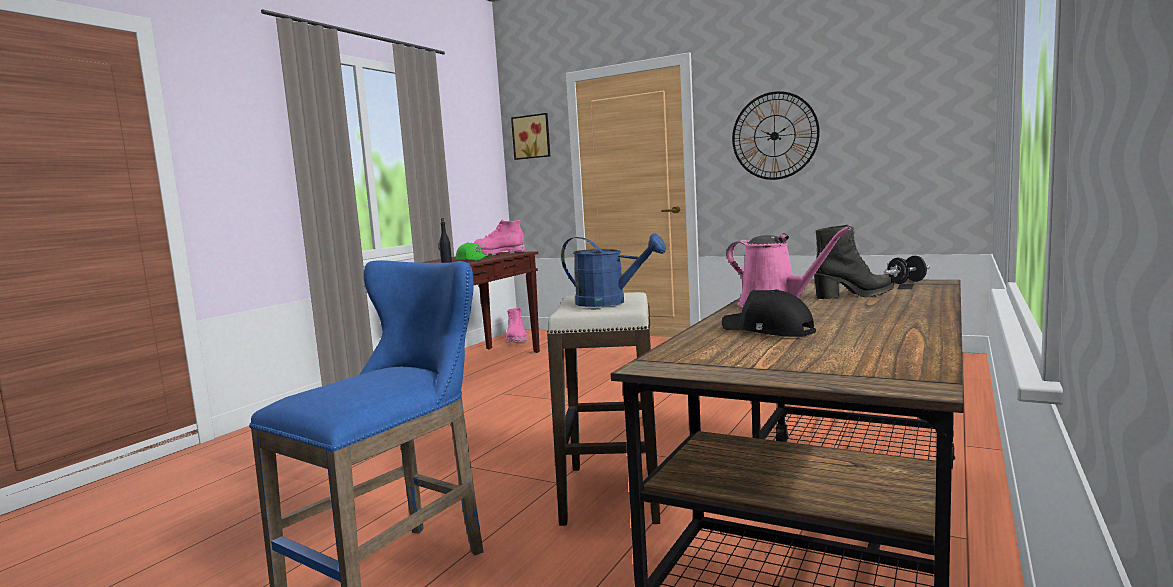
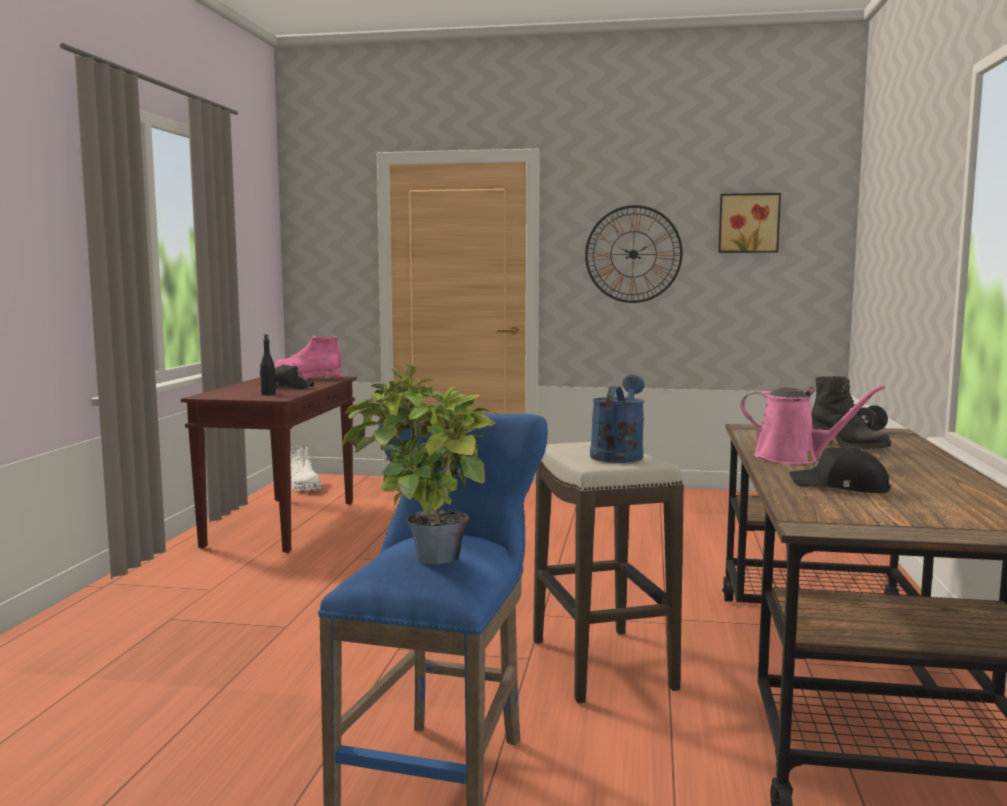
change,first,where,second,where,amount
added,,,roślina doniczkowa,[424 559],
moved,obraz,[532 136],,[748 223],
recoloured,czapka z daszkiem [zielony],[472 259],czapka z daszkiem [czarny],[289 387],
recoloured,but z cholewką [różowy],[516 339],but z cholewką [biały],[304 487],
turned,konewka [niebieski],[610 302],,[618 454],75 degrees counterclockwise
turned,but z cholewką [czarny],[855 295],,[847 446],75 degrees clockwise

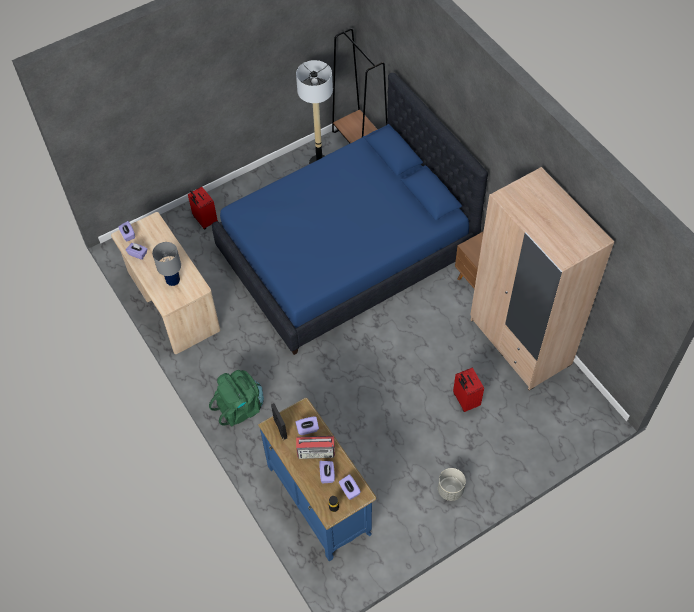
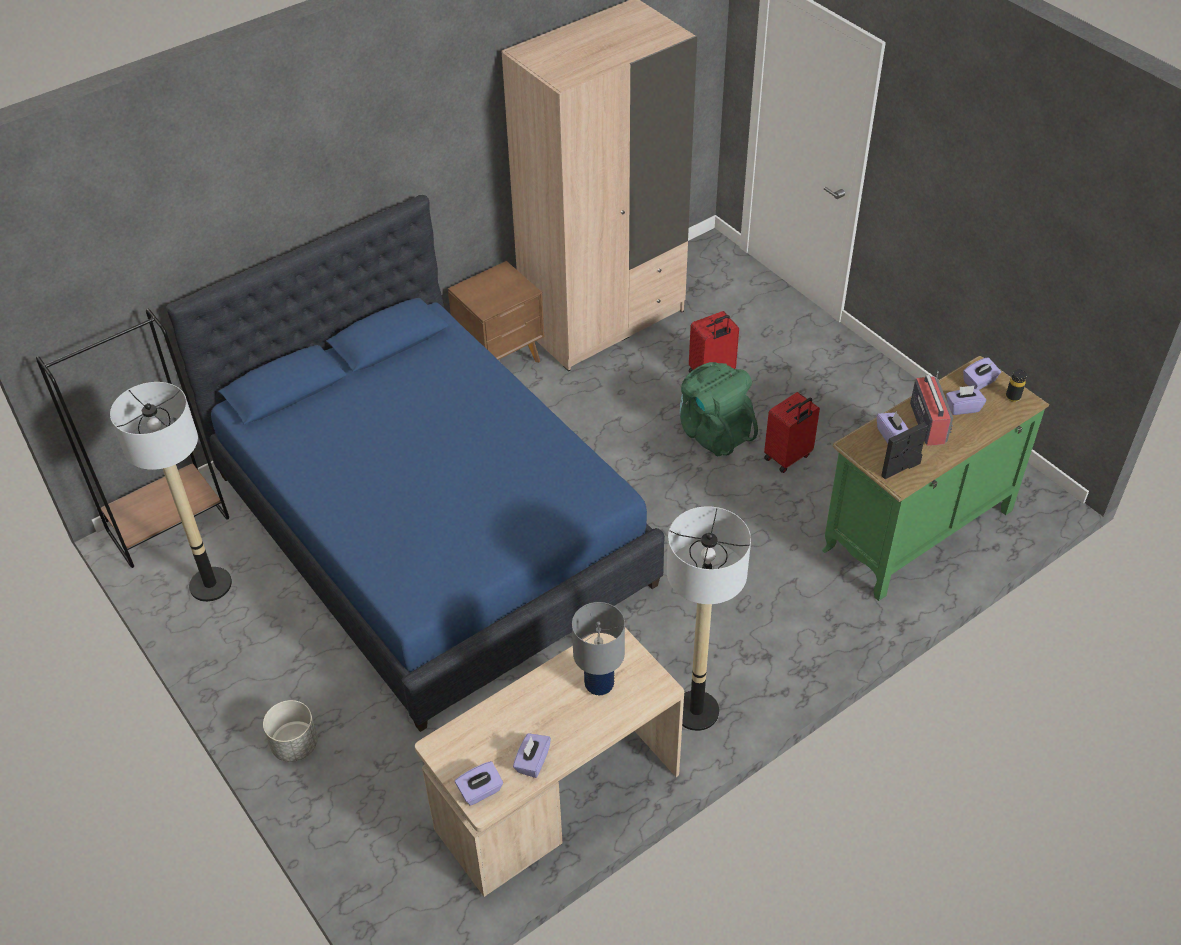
change,first,where,second,where,amount
added,,,lampa stojąca,[696 711],
moved,walizka [czerwony],[204 220],,[788 457],
moved,plecak [zielony],[240 407],,[713 432],
moved,donica [szary],[450 490],,[294 744],
recoloured,komoda [niebieski],[320 499],komoda [zielony],[916 528],

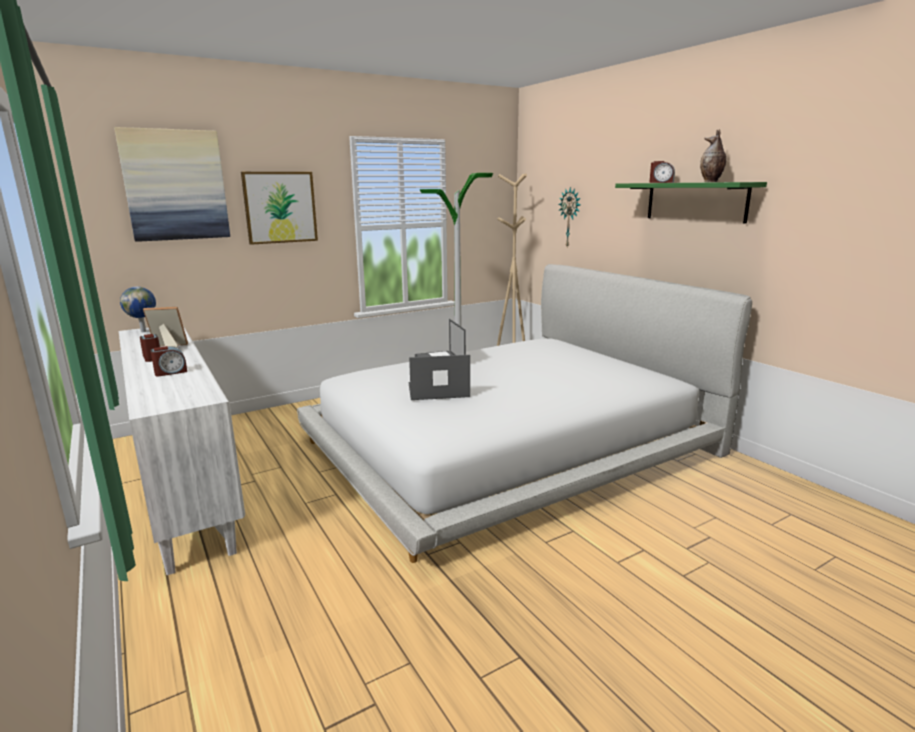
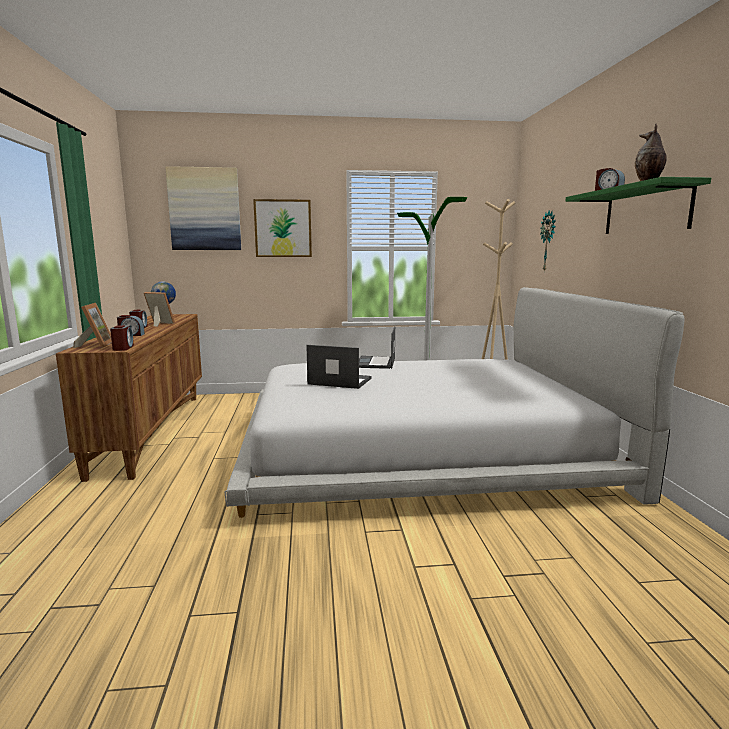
change,first,where,second,where,amount
added,,,ramka na zdjęcie,[96 345],
added,,,budzik,[123 348],
recoloured,komoda [biały],[185 486],komoda [brązowy],[153 431],

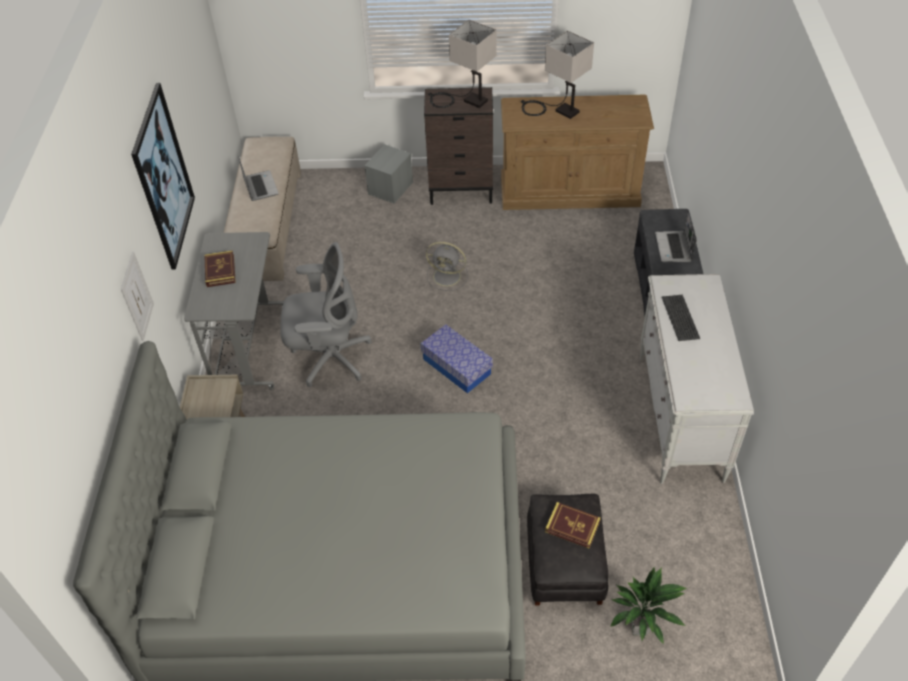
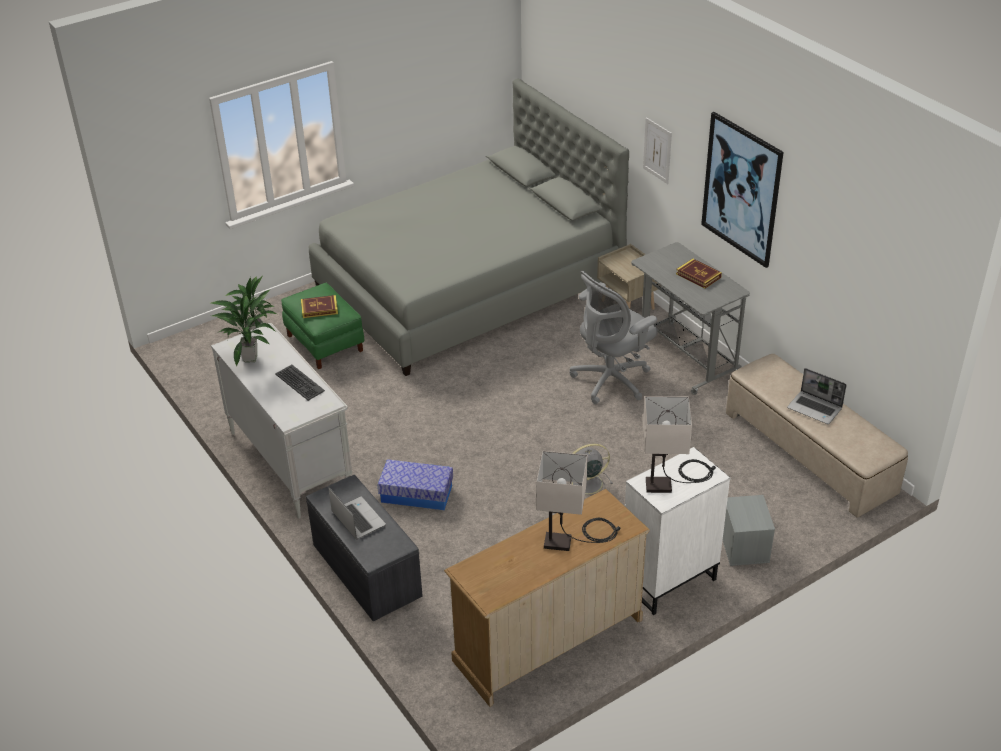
change,first,where,second,where,amount
added,,,roślina doniczkowa,[249 358],
moved,pojemnik do przechowywania,[457 366],,[416 494],
recoloured,komoda [brązowy],[461 190],komoda [biały],[667 581],
recoloured,pufa [czarny],[564 564],pufa [zielony],[325 343],

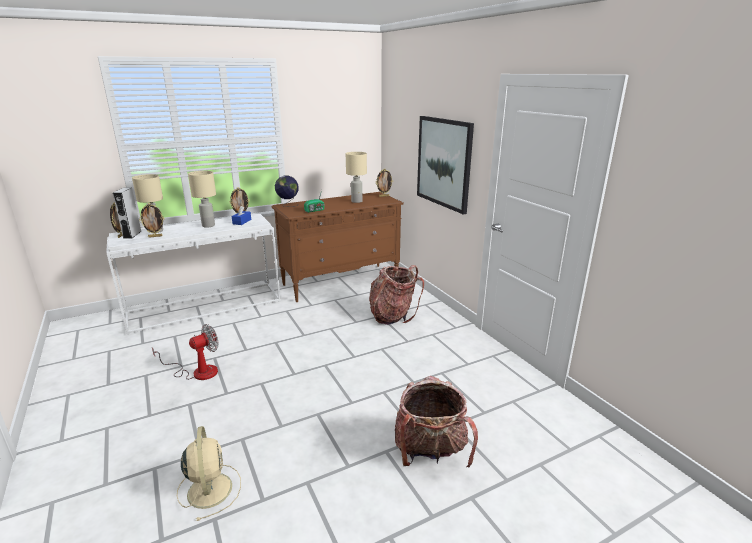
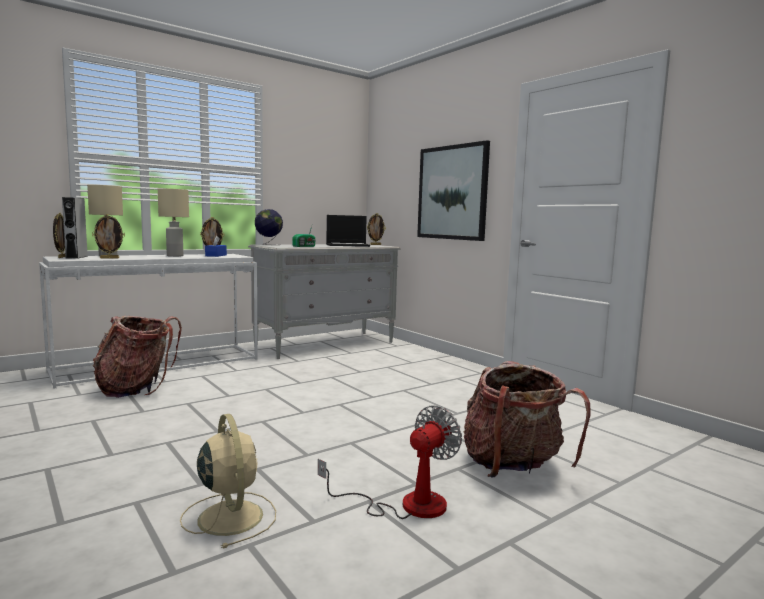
change,first,where,second,where,amount
moved,wentylator,[197 372],,[406 505],
moved,plecak,[392 315],,[136 388],
replaced,lampa stołowa [beżowy],[357 201],laptop,[348 245],
recoloured,komoda [brązowy],[342 282],komoda [biały],[327 345],

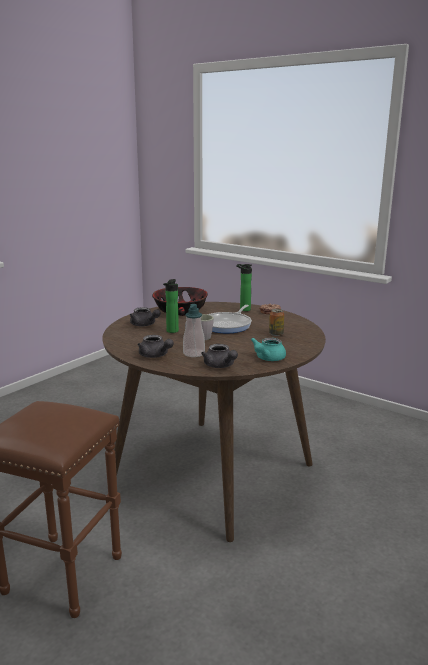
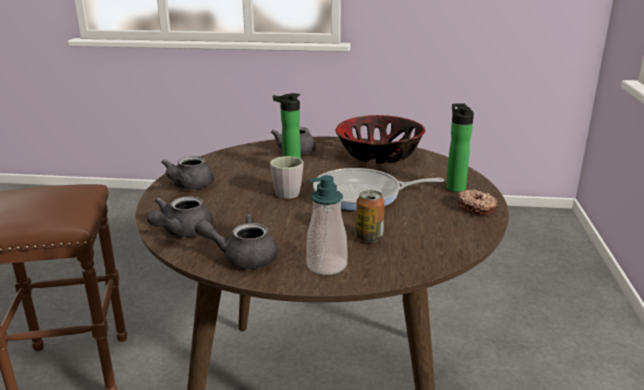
change,first,where,second,where,amount
moved,dozownik mydła,[194 353],,[326 265],
recoloured,imbryk [turkusowy],[267 359],imbryk [szary],[242 258],

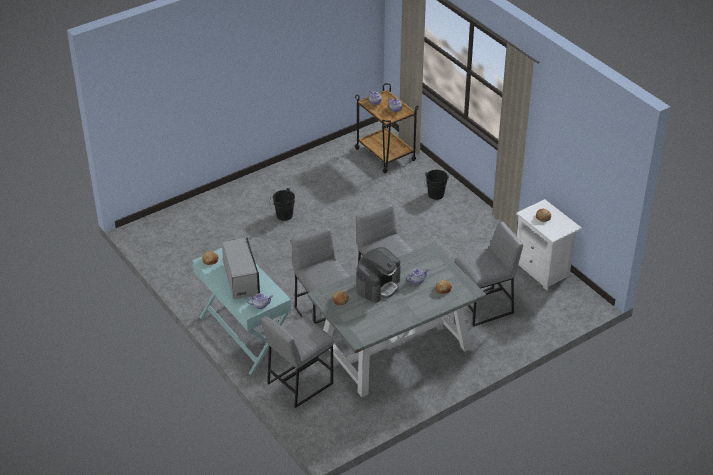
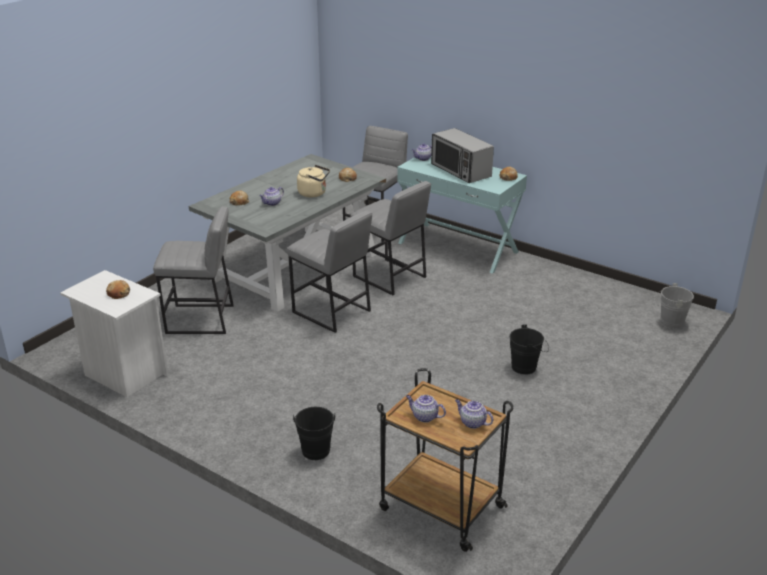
change,first,where,second,where,amount
added,,,wiadro [szary],[669 322],
replaced,ekspres do kawy,[378 286],czajnik [beżowy],[314 193],
turned,krzesło [szary],[484 306],,[201 319],135 degrees counterclockwise

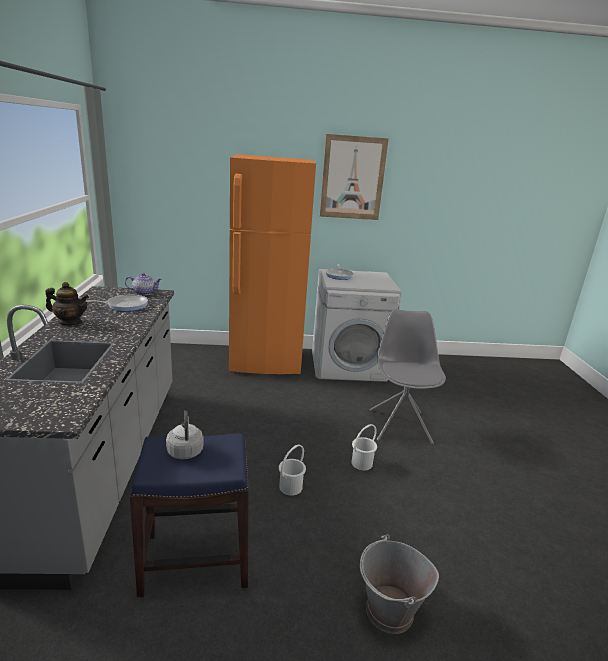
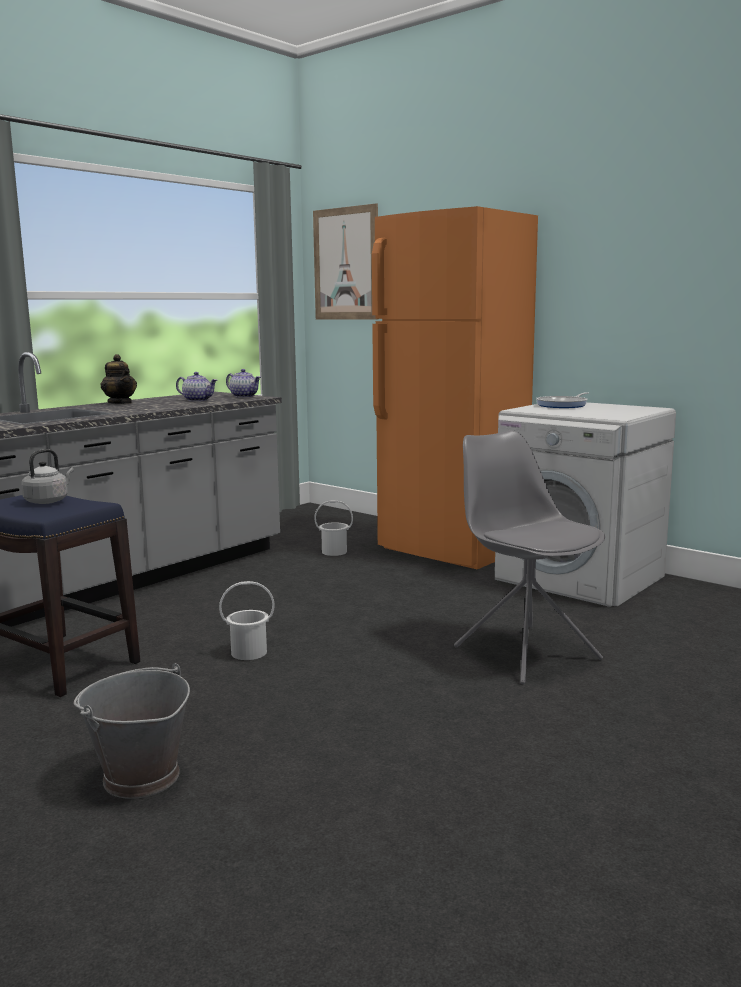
change,first,where,second,where,amount
moved,obraz,[352 178],,[346 264],
moved,wiadro [biały],[361 463],,[334 552],
replaced,patelnia,[125 305],imbryk,[198 400],
turned,krzesło [szary],[400 425],,[525 652],75 degrees counterclockwise

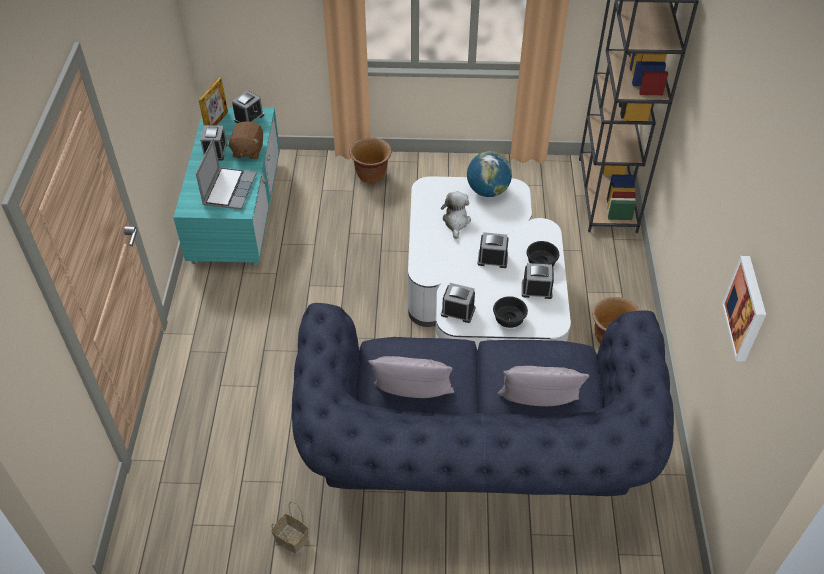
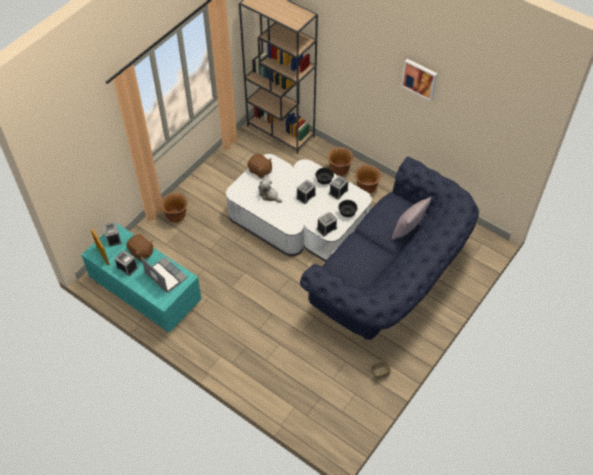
change,first,where,second,where,amount
removed,poduszka [fioletowy],[413 396],,,
added,,,donica [brązowy],[339 170],
moved,obraz,[747 308],,[420 78],
replaced,globus,[487 191],pluszak [brązowy],[260 171],

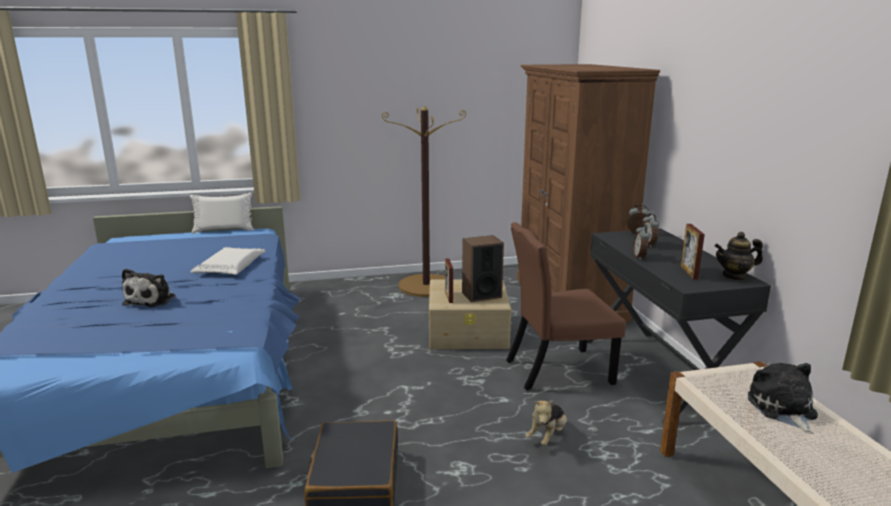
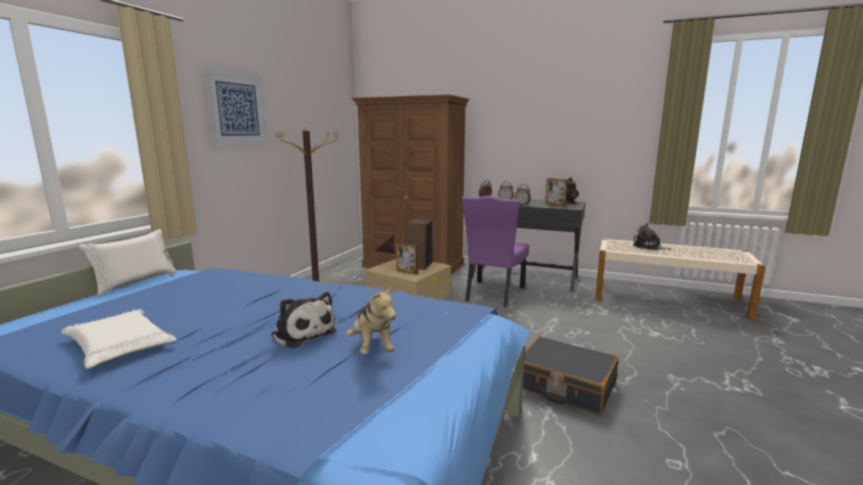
change,first,where,second,where,amount
added,,,obraz,[236 109],
moved,poduszka [biały],[230 266],,[119 344],
moved,pluszak,[547 436],,[372 347],
recoloured,krzesło [brązowy],[560 370],krzesło [fioletowy],[494 293],

